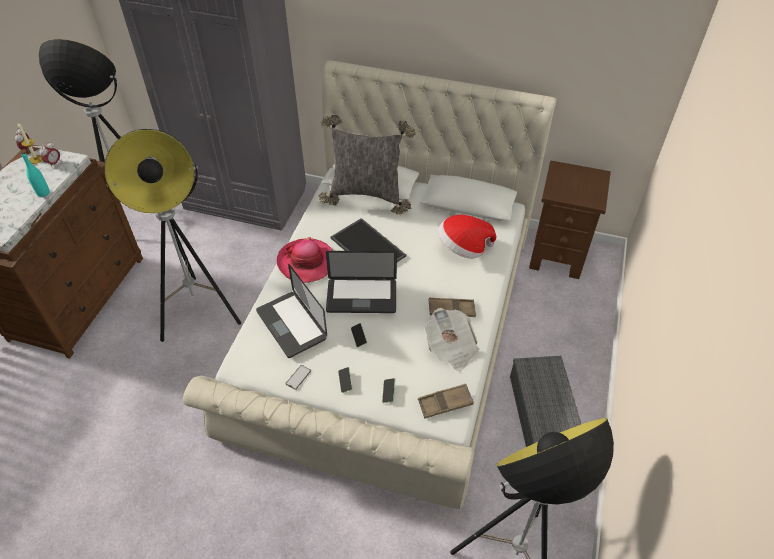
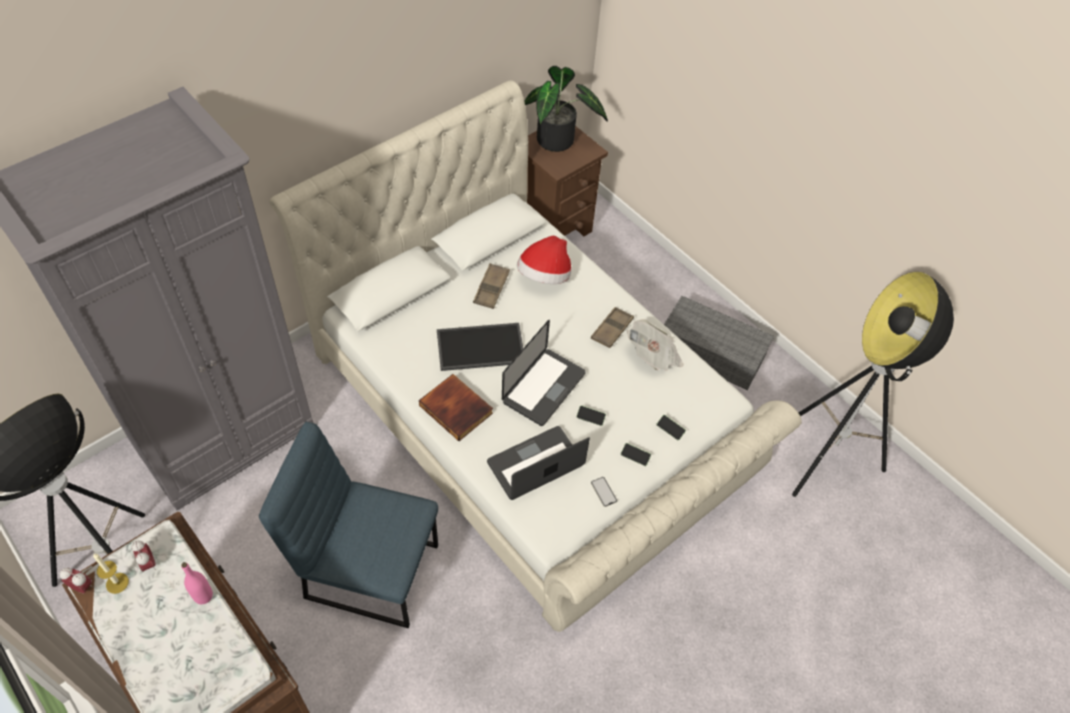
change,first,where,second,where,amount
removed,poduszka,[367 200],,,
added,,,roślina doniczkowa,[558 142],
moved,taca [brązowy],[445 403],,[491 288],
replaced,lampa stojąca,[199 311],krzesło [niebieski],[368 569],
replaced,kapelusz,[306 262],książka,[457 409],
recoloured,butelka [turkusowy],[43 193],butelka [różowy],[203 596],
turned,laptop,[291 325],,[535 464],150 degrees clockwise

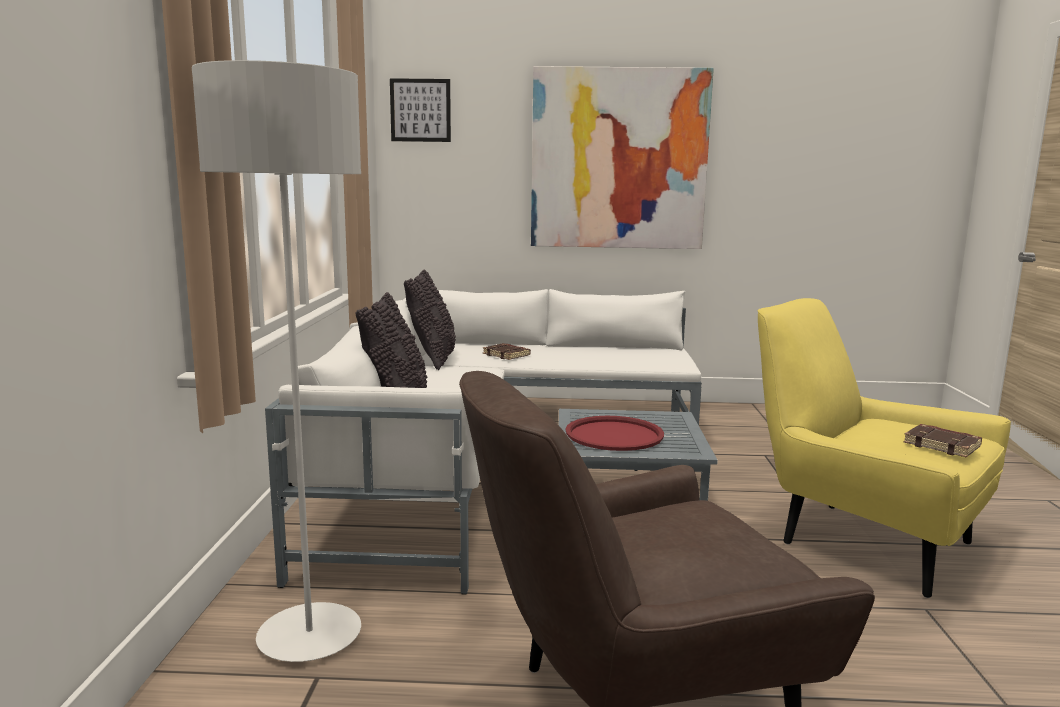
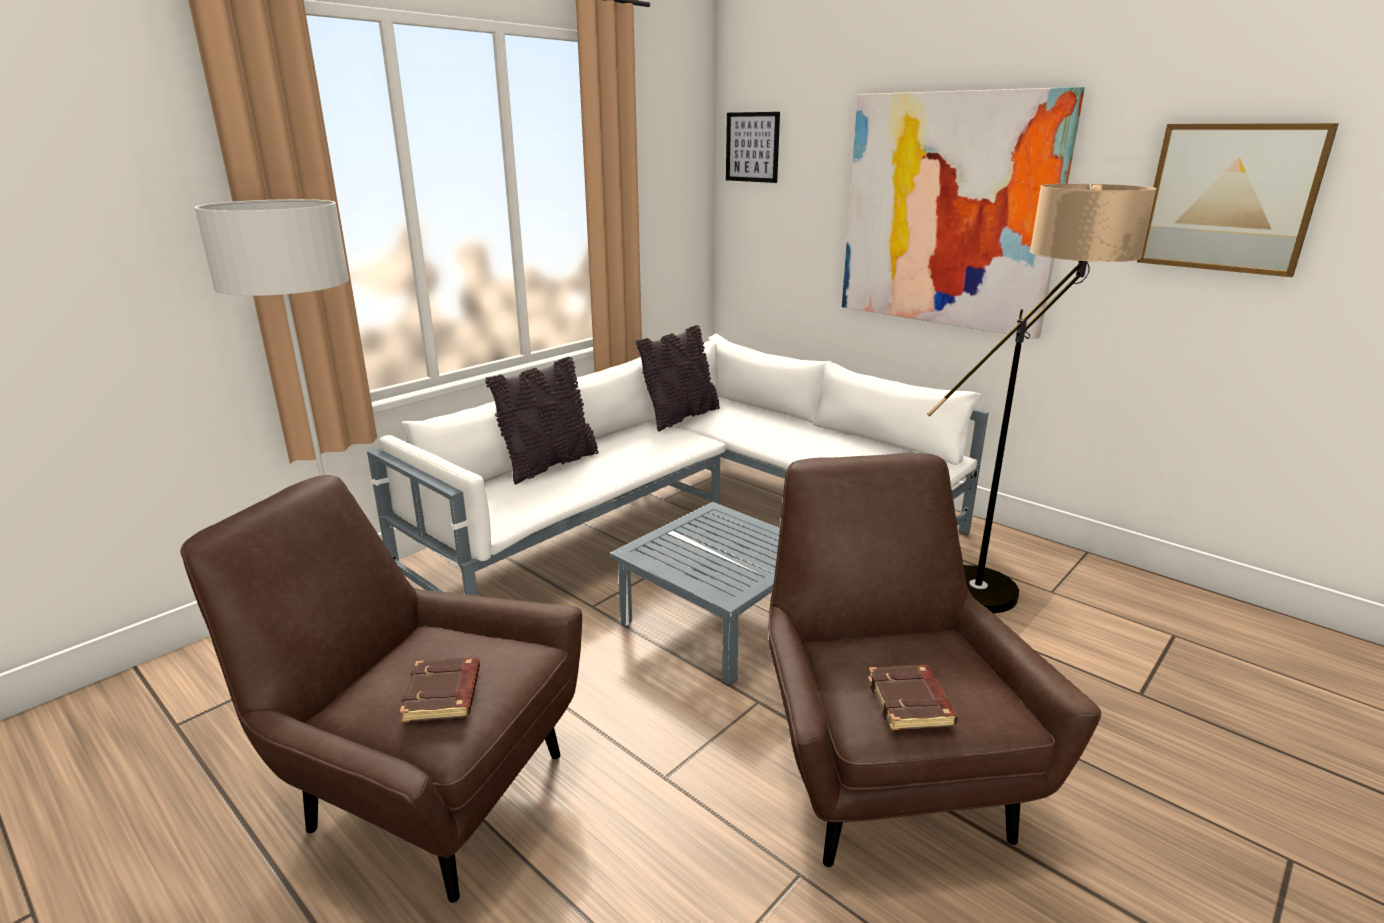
change,first,where,second,where,amount
removed,taca [czerwony],[614 435],,,
added,,,lampa stojąca,[1002 585],
added,,,obraz,[1230 198],
moved,książka [brązowy],[507 355],,[444 695],
recoloured,fotel [żółty],[862 541],fotel [brązowy],[881 770],

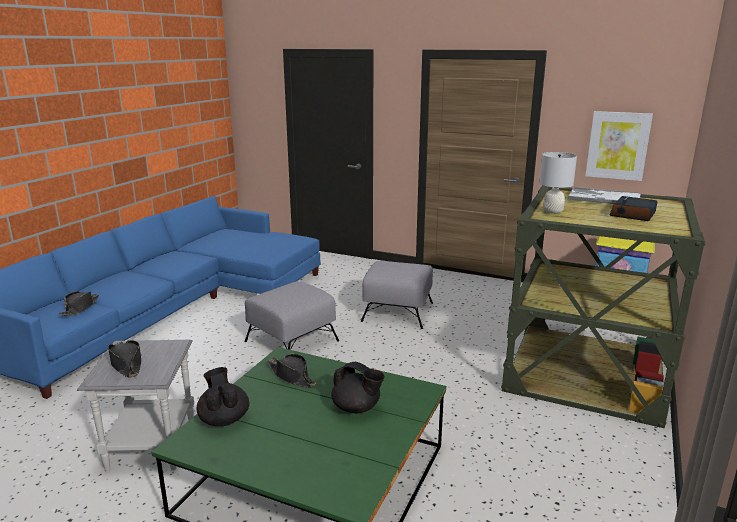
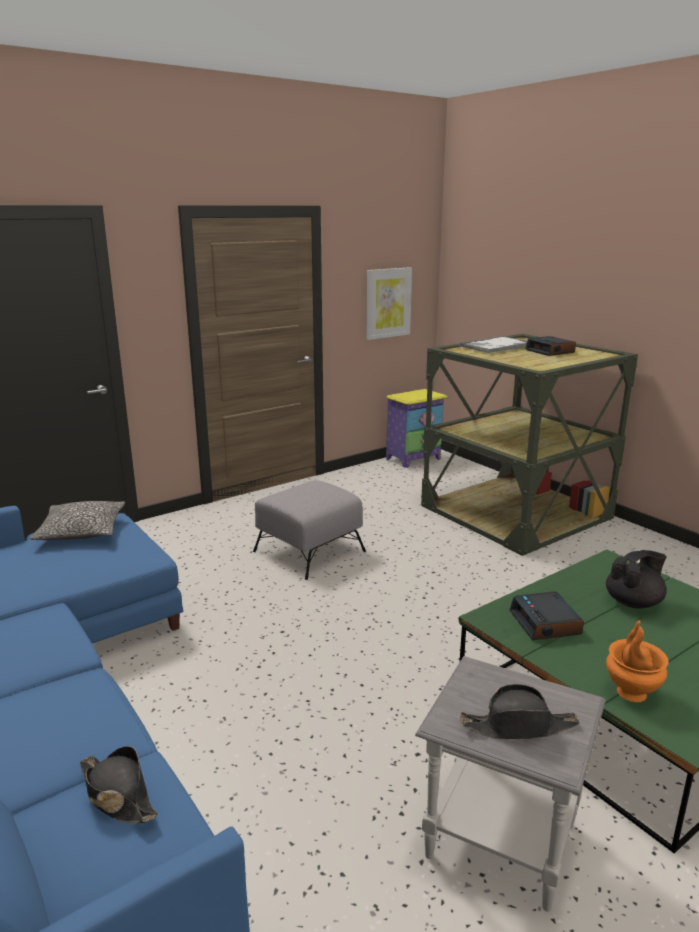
change,first,where,second,where,amount
removed,pufa [szary],[291 341],,,
removed,lampa stołowa [szary],[553 212],,,
added,,,poduszka,[82 531],
replaced,imbryk [czarny],[224 419],wazon [pomarańczowy],[631 692],
replaced,kapelusz [czarny],[292 376],budzik,[546 623],

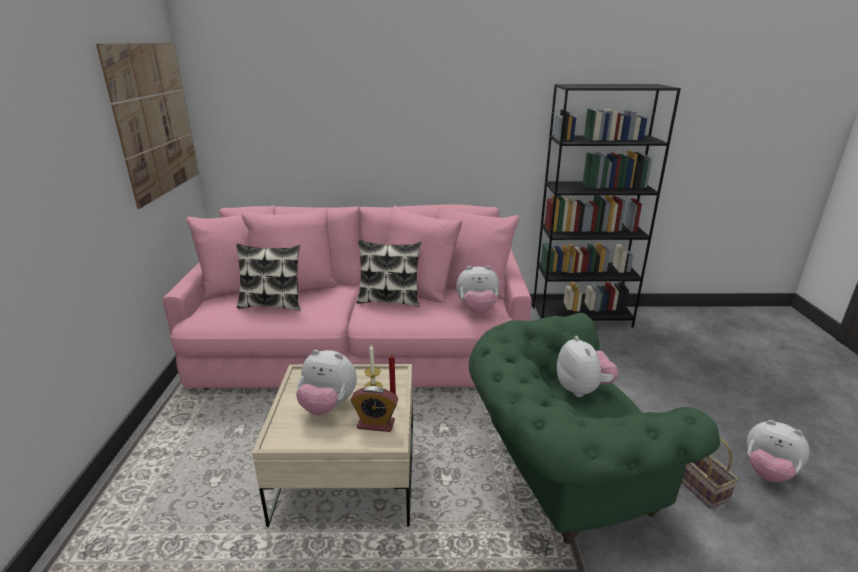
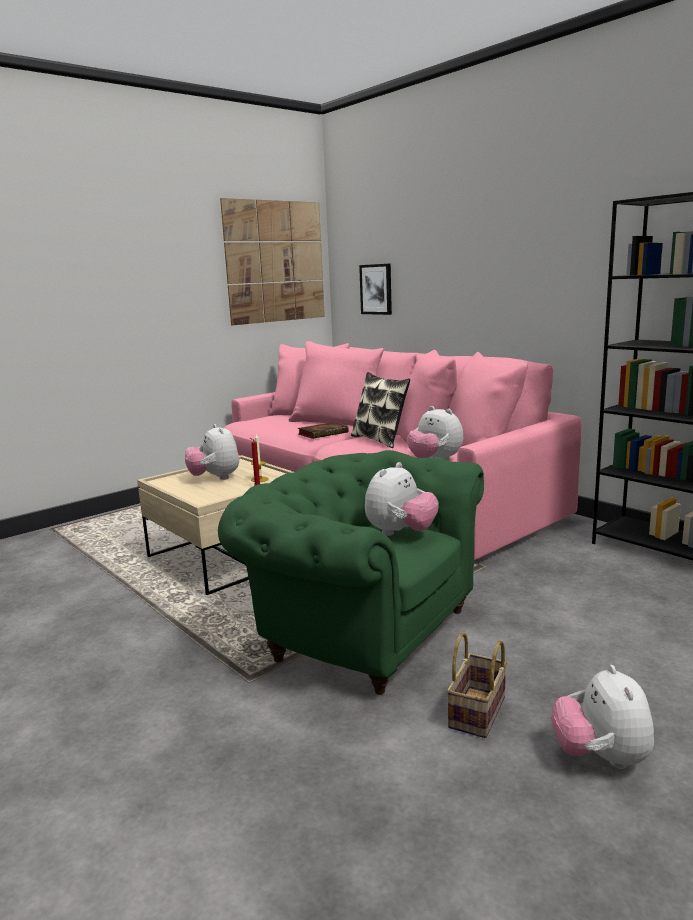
change,first,where,second,where,amount
removed,poduszka,[272 304],,,
removed,budzik,[375 424],,,
added,,,książka,[323 433],
added,,,obraz,[376 289],

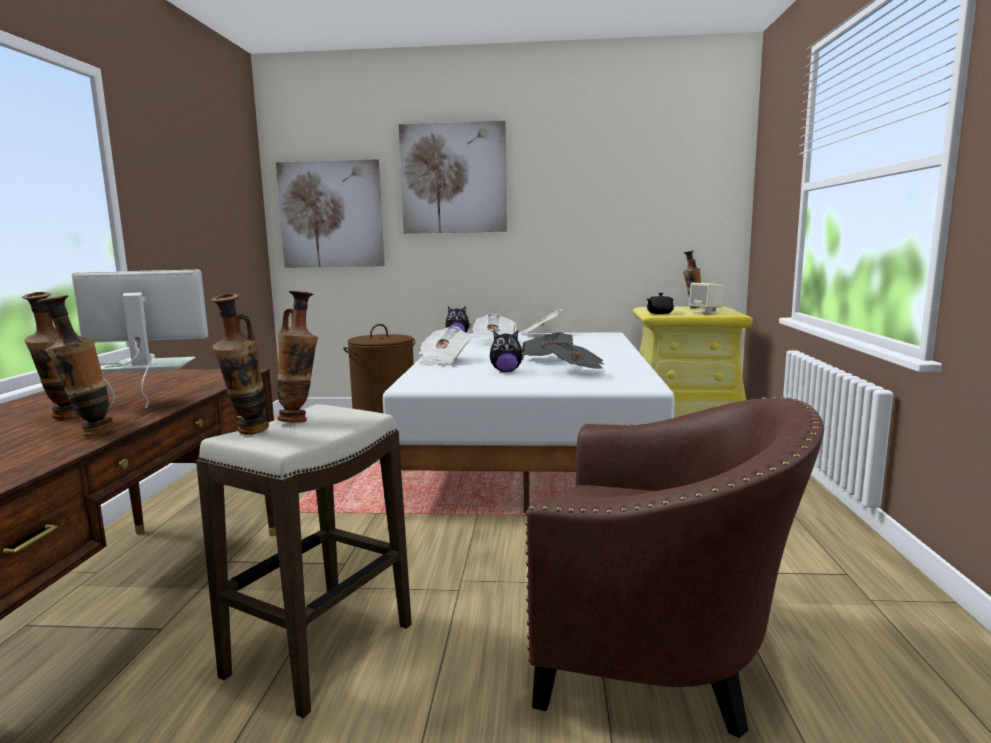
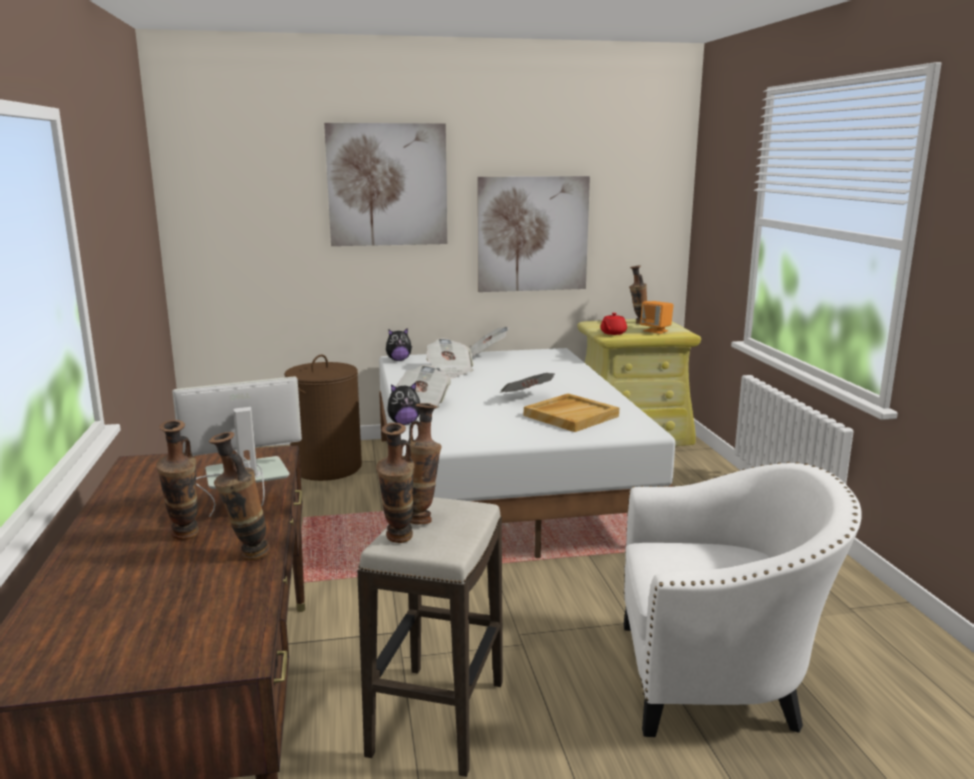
change,first,where,second,where,amount
moved,obraz,[331 214],,[532 234],
moved,pluszak,[506 371],,[404 423],
replaced,gazeta,[577 373],taca [beżowy],[571 415],
recoloured,fotel [brązowy],[661 658],fotel [biały],[718 680],
recoloured,imbryk [czarny],[659 313],imbryk [czerwony],[612 333],
recoloured,głośnik [beżowy],[706 312],głośnik [pomarańczowy],[656 331],

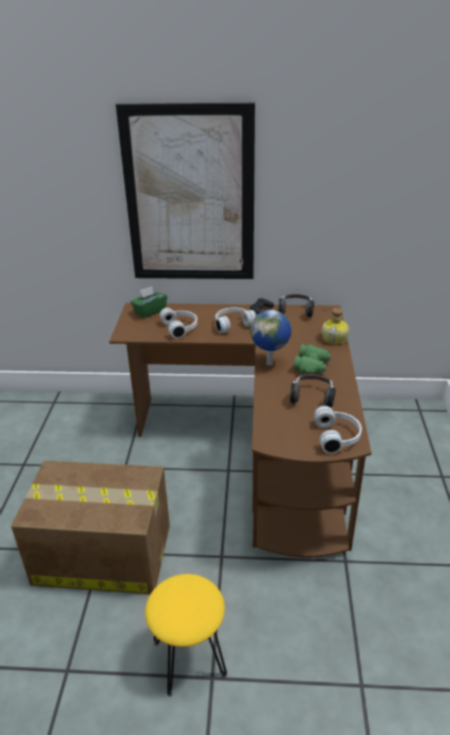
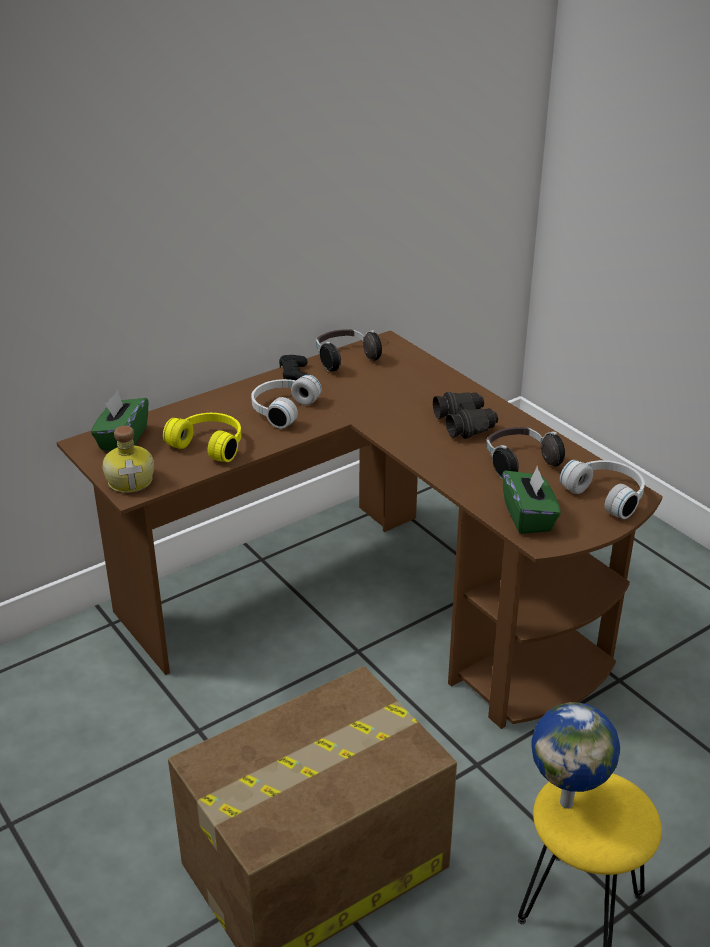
change,first,where,second,where,amount
removed,obraz,[190 197],,,
added,,,pudełko chusteczek [zielony],[528 517],
moved,globus,[270 363],,[567 801],
moved,butelka,[335 338],,[131 480],
recoloured,słuchawki [biały],[181 328],słuchawki [żółty],[210 444],
recoloured,lornetka [zielony],[312 366],lornetka [czarny],[465 424],

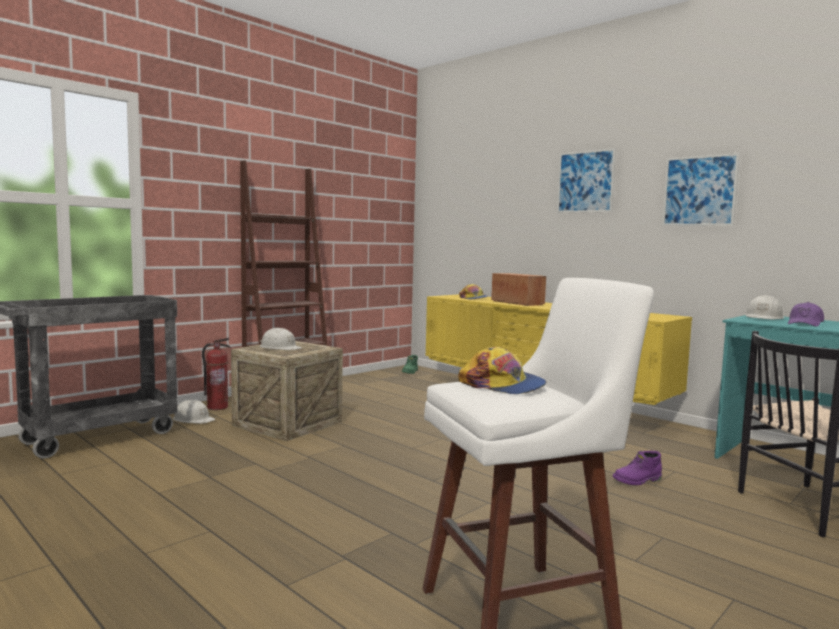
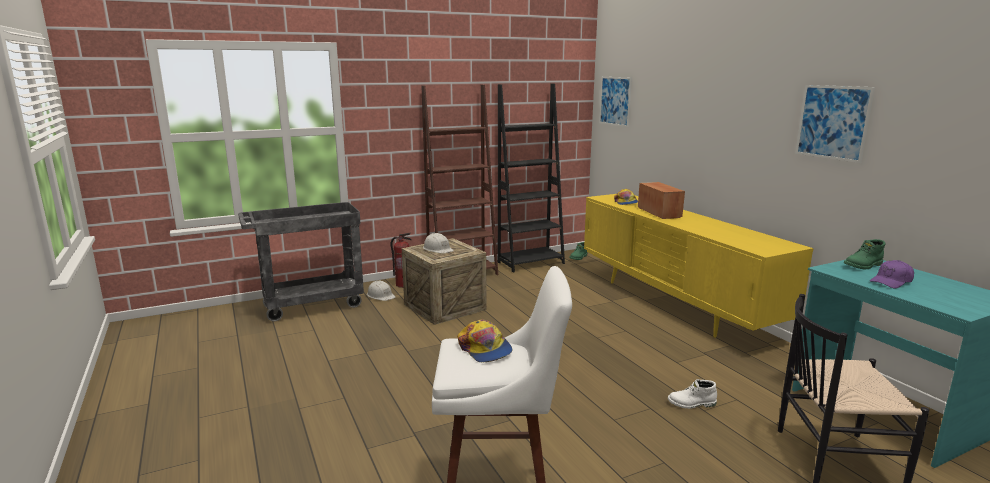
change,first,where,second,where,amount
added,,,regał [czarny],[530 263],
moved,obraz,[585 181],,[615 101],
replaced,kask [biały],[764 317],but z cholewką [zielony],[863 266],
recoloured,but z cholewką [fioletowy],[637 480],but z cholewką [biały],[691 404],

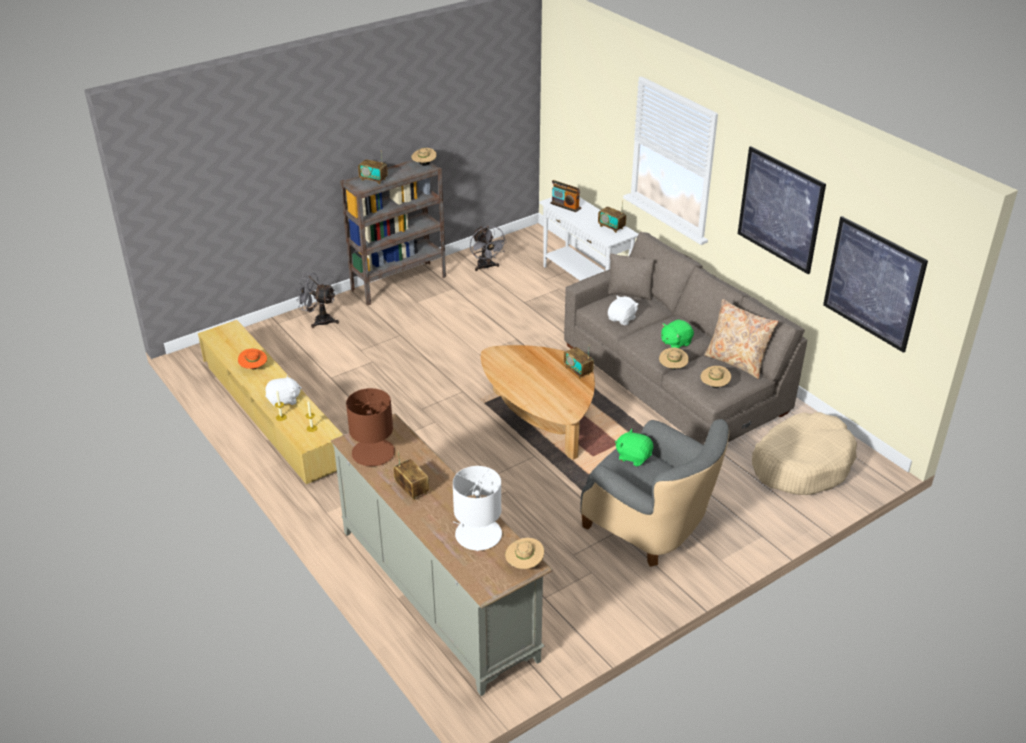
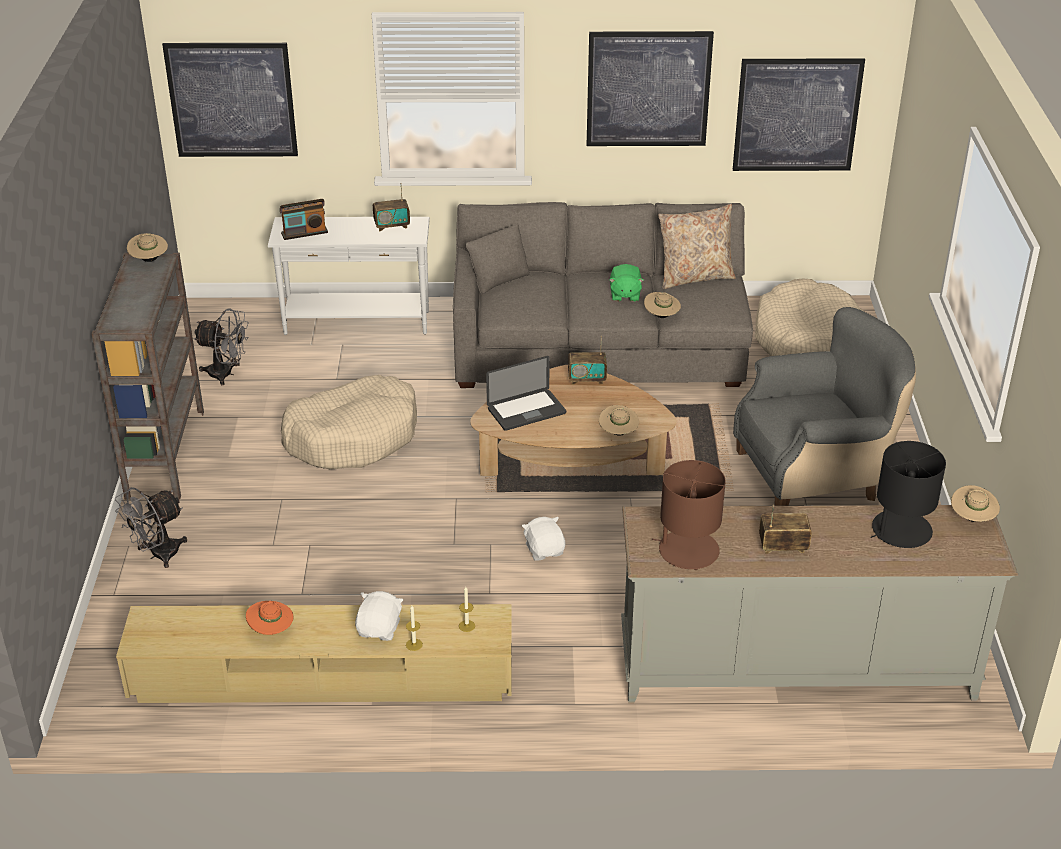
change,first,where,second,where,amount
removed,radio,[373 179],,,
removed,pluszak [zielony],[633 457],,,
added,,,obraz,[231 100],
added,,,legowisko [beżowy],[353 436],
added,,,laptop,[526 411],
moved,pluszak [biały],[622 319],,[544 550],
moved,kapelusz [beżowy],[714 385],,[618 433],
recoloured,lampa stołowa [biały],[477 534],lampa stołowa [czarny],[900 530],

